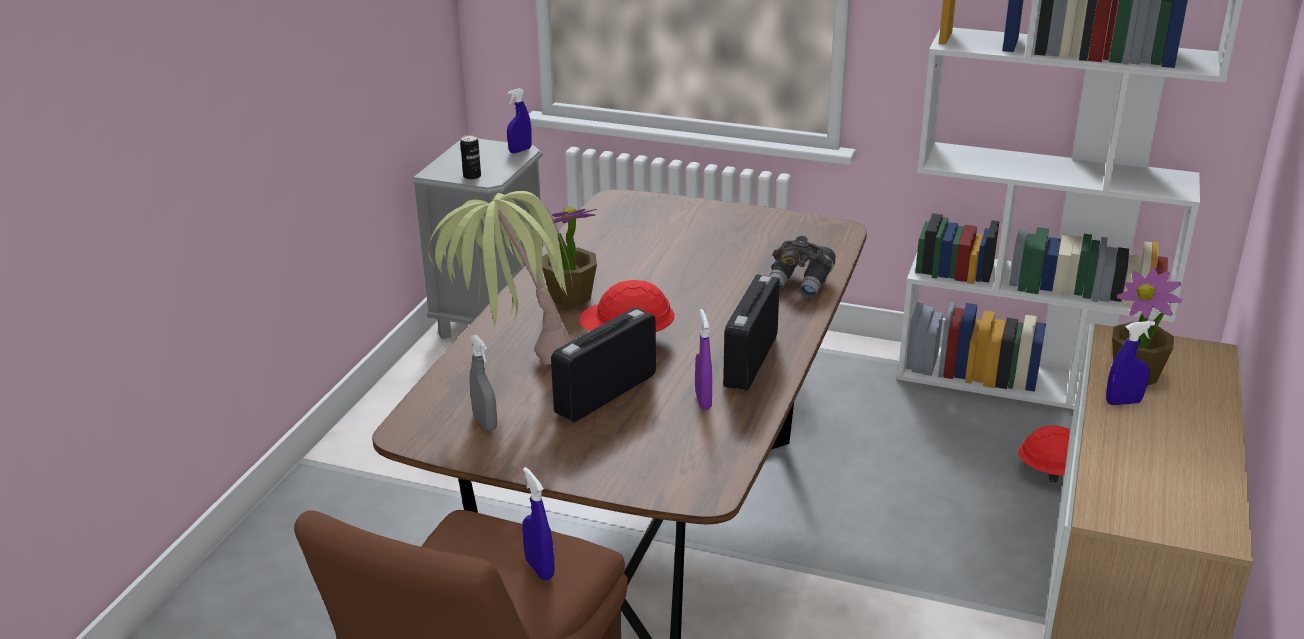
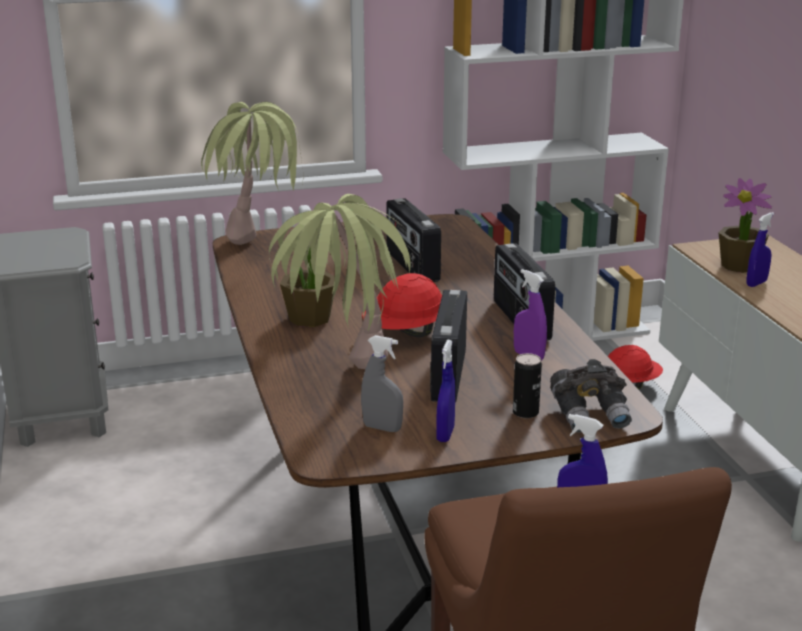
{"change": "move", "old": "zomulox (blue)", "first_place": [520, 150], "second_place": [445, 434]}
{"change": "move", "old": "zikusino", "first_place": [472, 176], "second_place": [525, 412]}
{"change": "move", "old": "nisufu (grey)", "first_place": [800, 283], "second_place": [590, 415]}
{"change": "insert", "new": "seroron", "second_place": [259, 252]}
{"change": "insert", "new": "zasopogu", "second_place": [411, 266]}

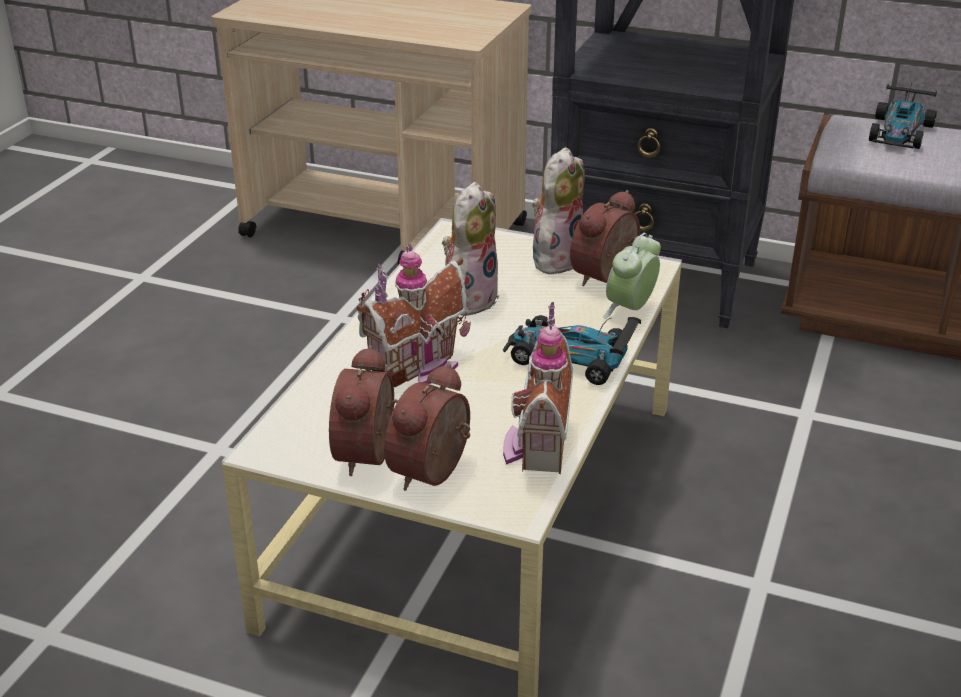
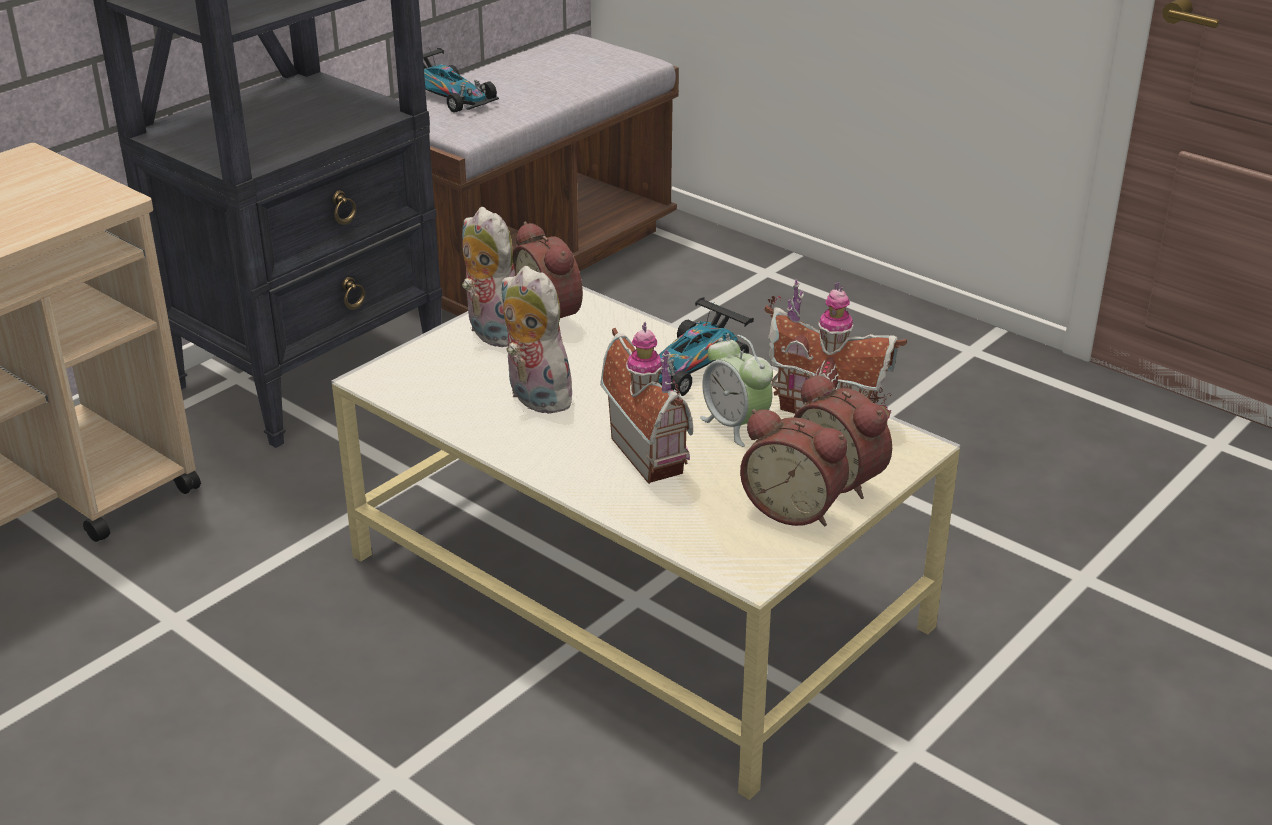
{"change": "move", "old": "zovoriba", "first_place": [630, 309], "second_place": [735, 425]}

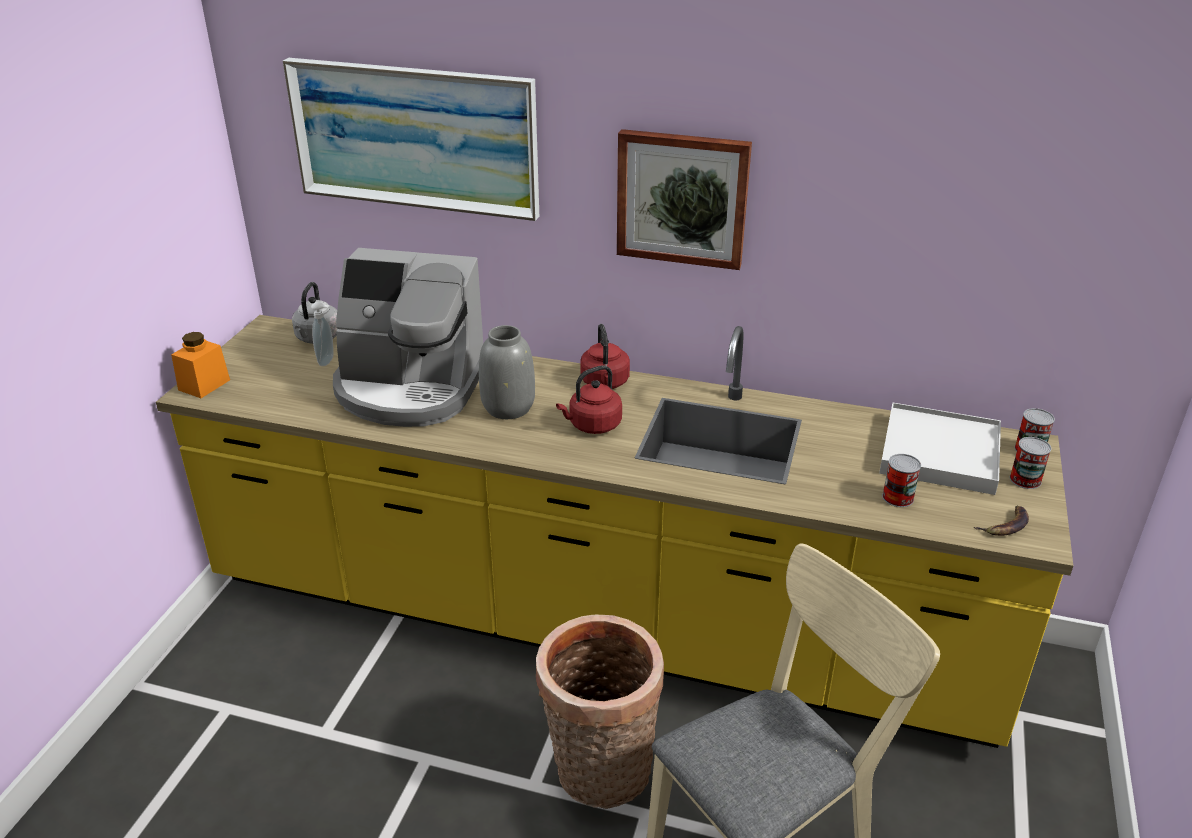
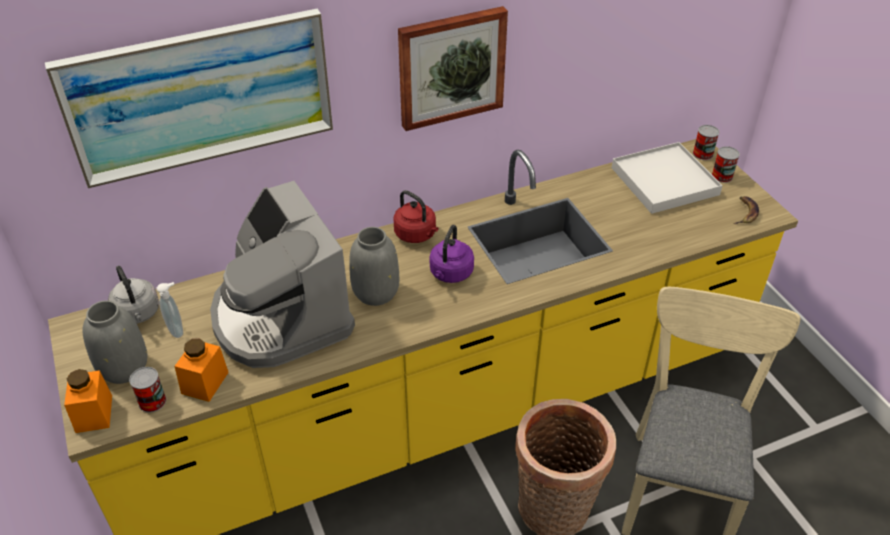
{"change": "rotate", "old": "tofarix", "first_place": [410, 388], "second_place": [280, 317], "degrees": 90}
{"change": "recolor", "old": "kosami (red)", "new": "kosami (purple)", "first_place": [592, 425], "second_place": [450, 274]}
{"change": "move", "old": "zikusino", "first_place": [897, 497], "second_place": [152, 401]}
{"change": "insert", "new": "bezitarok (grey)", "second_place": [123, 368]}
{"change": "insert", "new": "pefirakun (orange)", "second_place": [205, 383]}

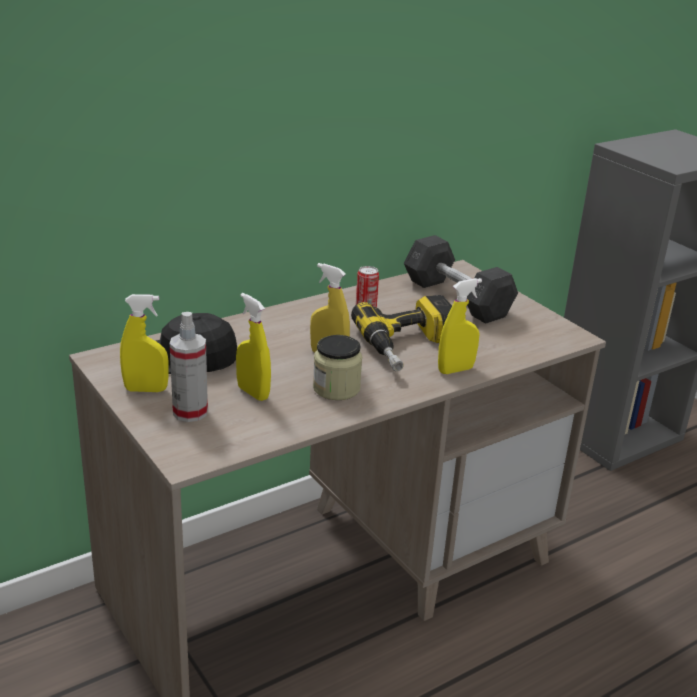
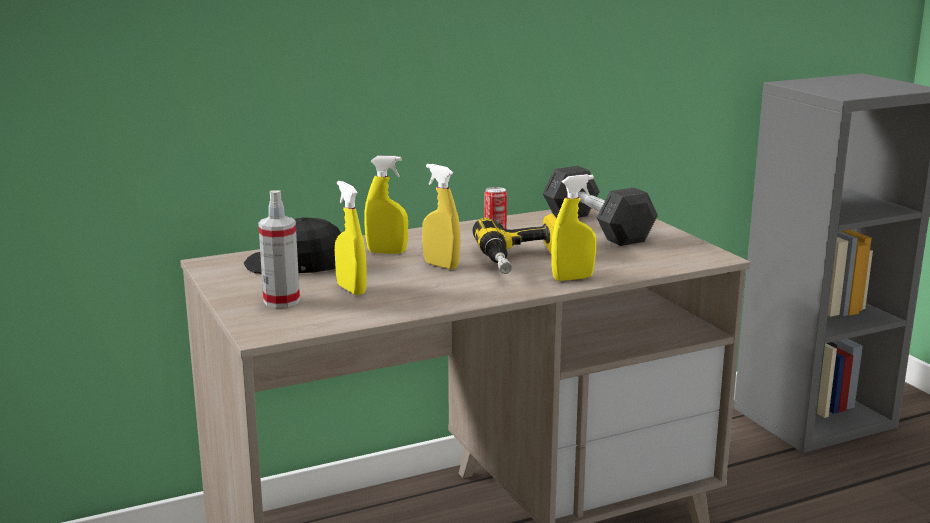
{"change": "move", "old": "zomulox (yellow)", "first_place": [146, 390], "second_place": [387, 252]}
{"change": "delete", "old": "pefirakun", "first_place": [336, 388]}

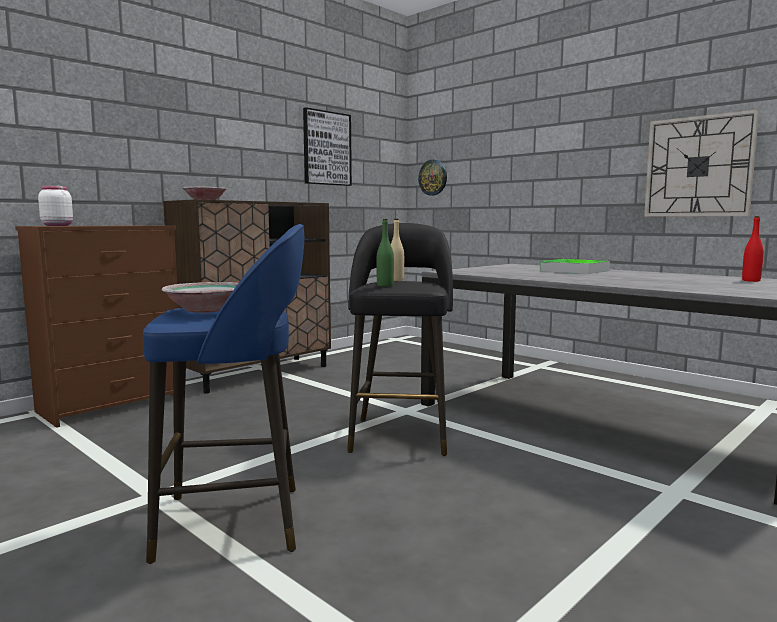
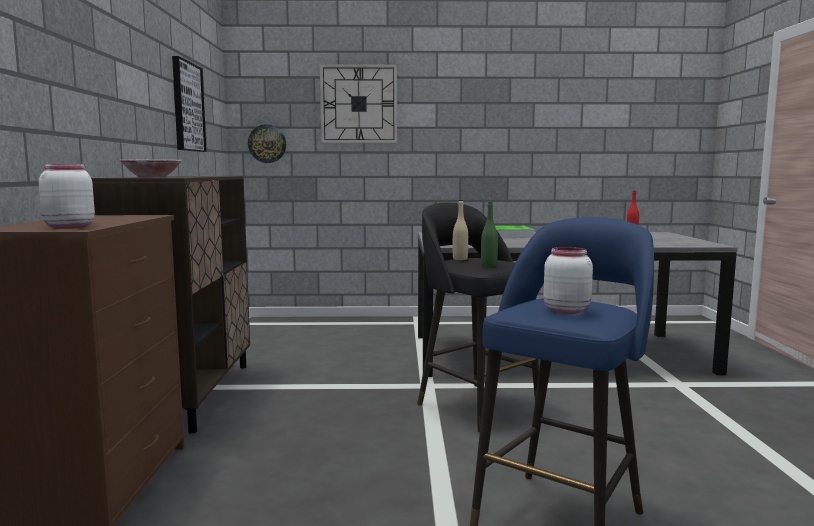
{"change": "move", "old": "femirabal", "first_place": [698, 166], "second_place": [359, 104]}
{"change": "replace", "old": "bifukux", "new": "pefirakun (white)", "first_place": [206, 309], "second_place": [565, 310]}

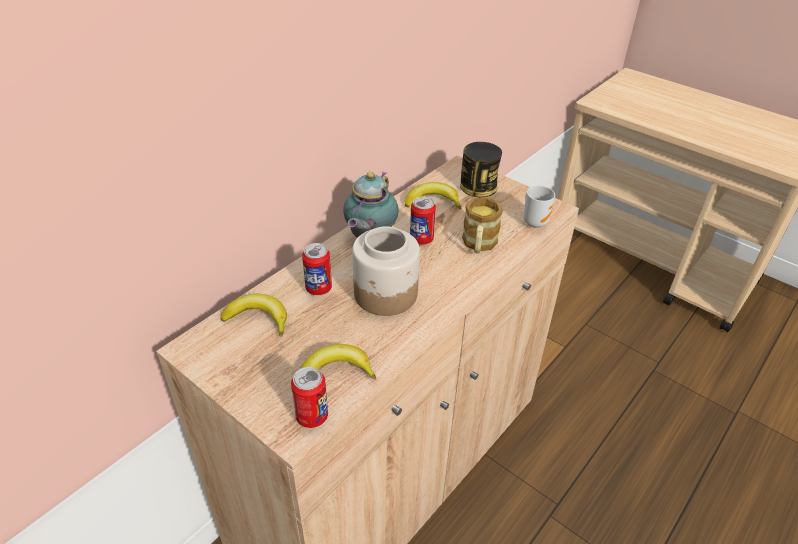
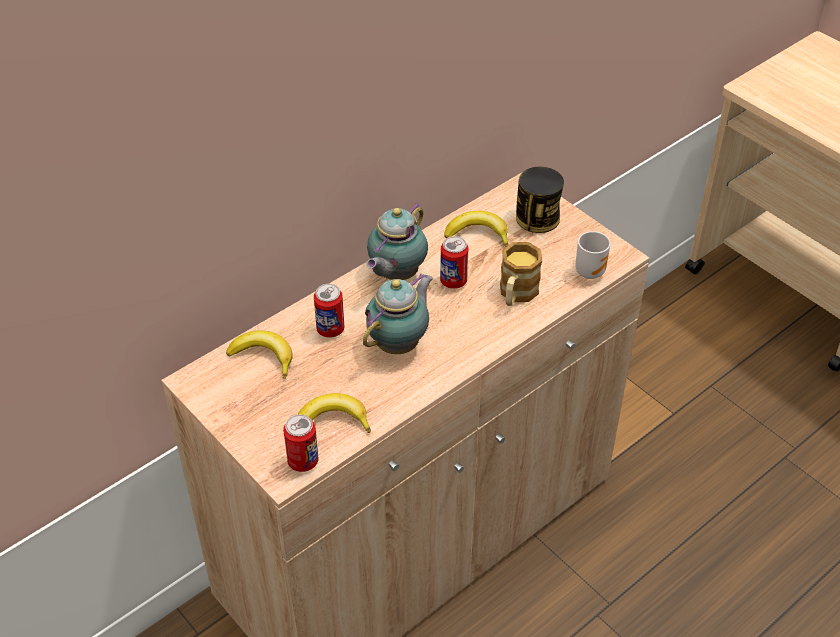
{"change": "replace", "old": "pefirakun", "new": "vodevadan", "first_place": [386, 294], "second_place": [400, 343]}

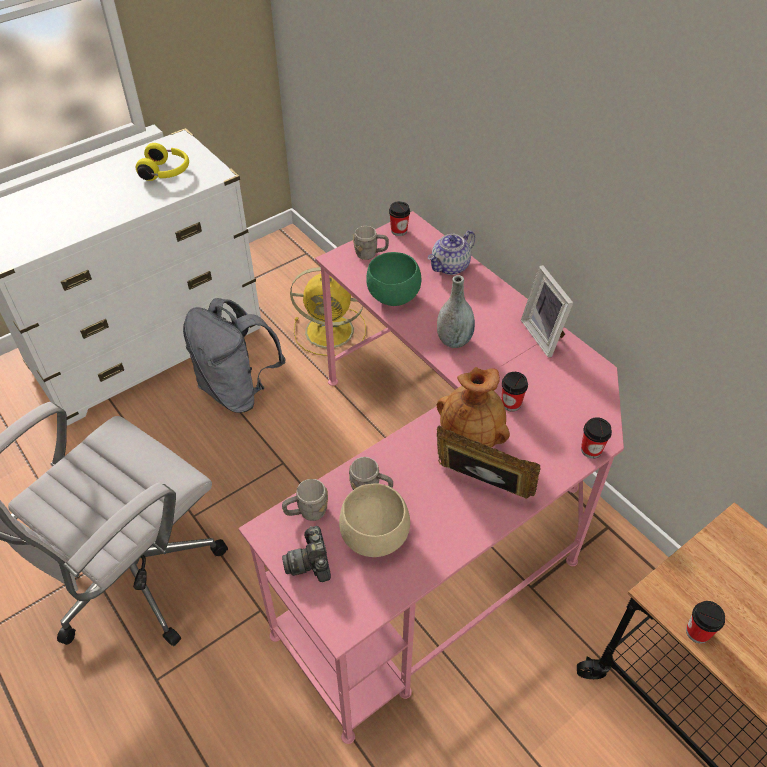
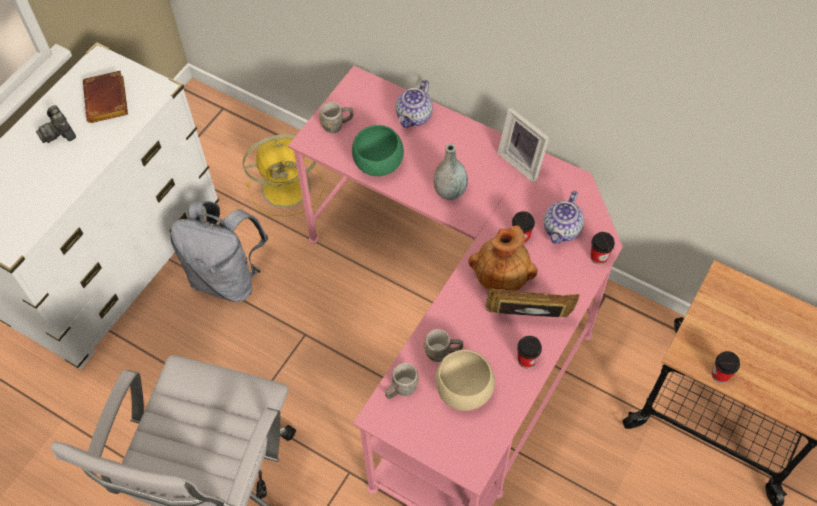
{"change": "replace", "old": "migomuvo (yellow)", "new": "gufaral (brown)", "first_place": [166, 172], "second_place": [108, 101]}
{"change": "move", "old": "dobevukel", "first_place": [399, 231], "second_place": [527, 360]}
{"change": "move", "old": "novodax", "first_place": [310, 562], "second_place": [58, 132]}
{"change": "insert", "new": "vodevadan", "second_place": [562, 230]}

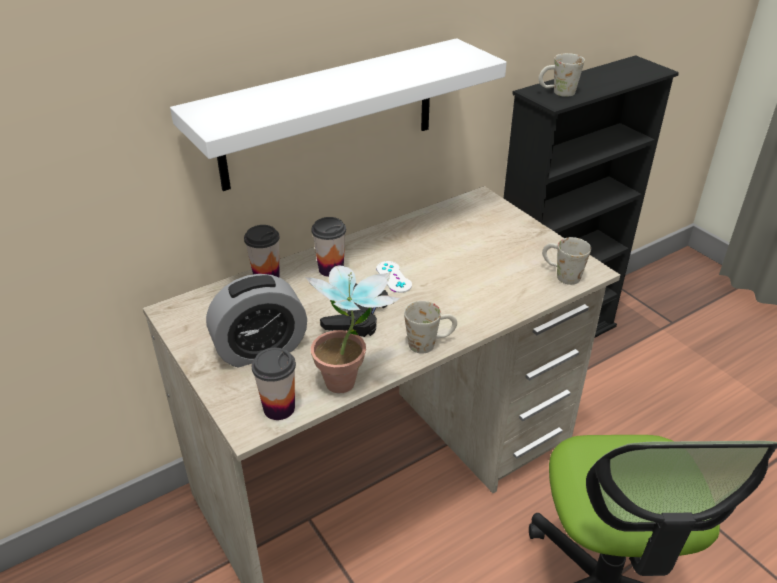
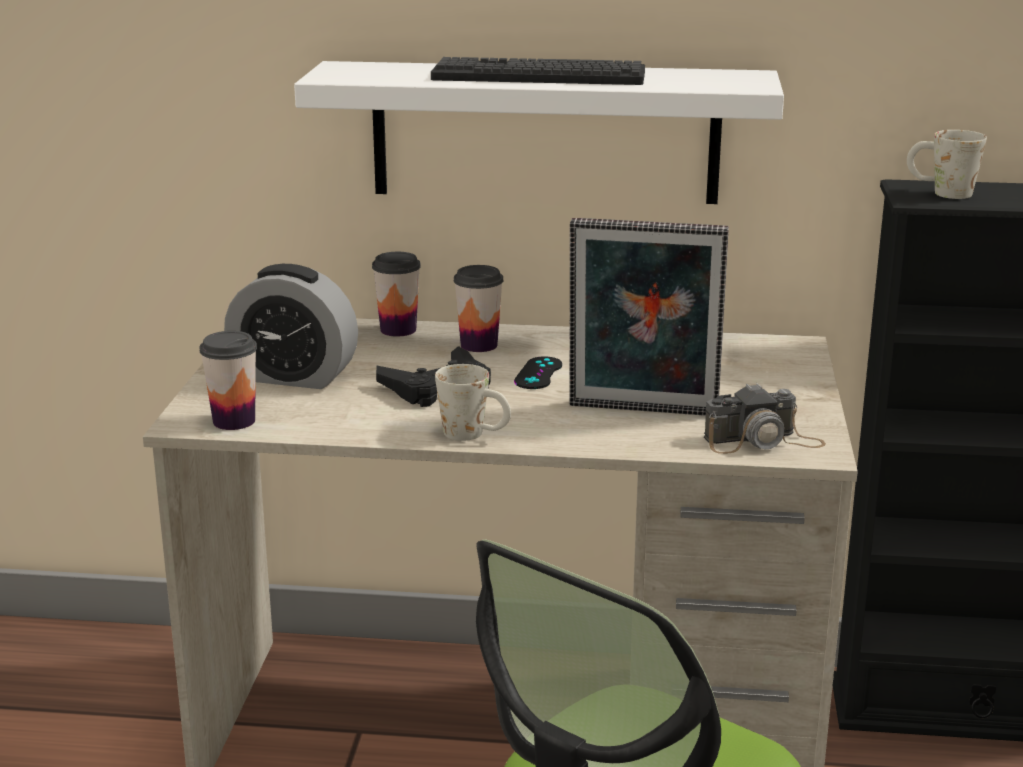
{"change": "replace", "old": "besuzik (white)", "new": "novodax", "first_place": [561, 275], "second_place": [763, 441]}
{"change": "recolor", "old": "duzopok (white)", "new": "duzopok (black)", "first_place": [393, 277], "second_place": [538, 373]}
{"change": "delete", "old": "seroron", "first_place": [352, 382]}
{"change": "insert", "new": "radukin", "second_place": [539, 76]}
{"change": "insert", "new": "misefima", "second_place": [642, 412]}

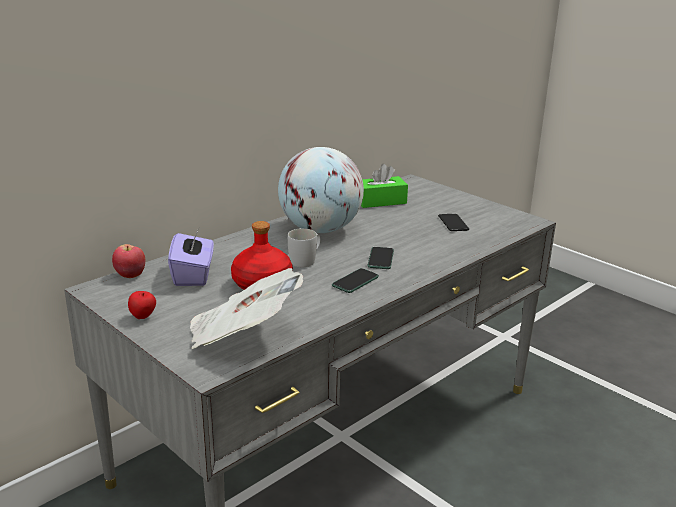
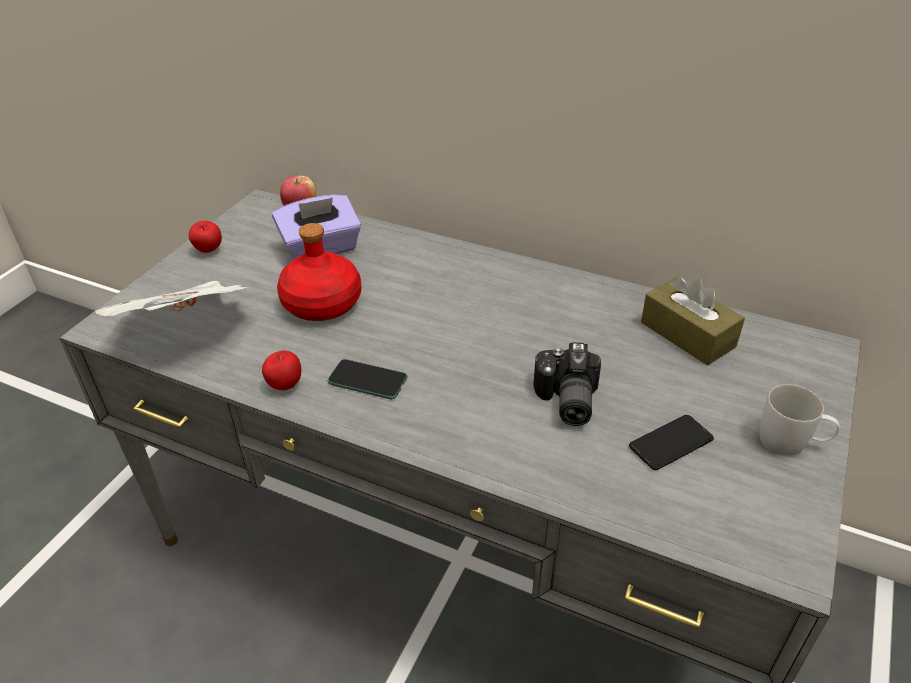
{"change": "delete", "old": "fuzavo", "first_place": [320, 230]}
{"change": "recolor", "old": "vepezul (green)", "new": "vepezul (brown)", "first_place": [380, 201], "second_place": [687, 334]}
{"change": "move", "old": "besuzik (white)", "first_place": [306, 260], "second_place": [791, 443]}
{"change": "delete", "old": "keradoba", "first_place": [380, 259]}
{"change": "insert", "new": "novodax", "second_place": [564, 401]}
{"change": "insert", "new": "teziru", "second_place": [285, 385]}

